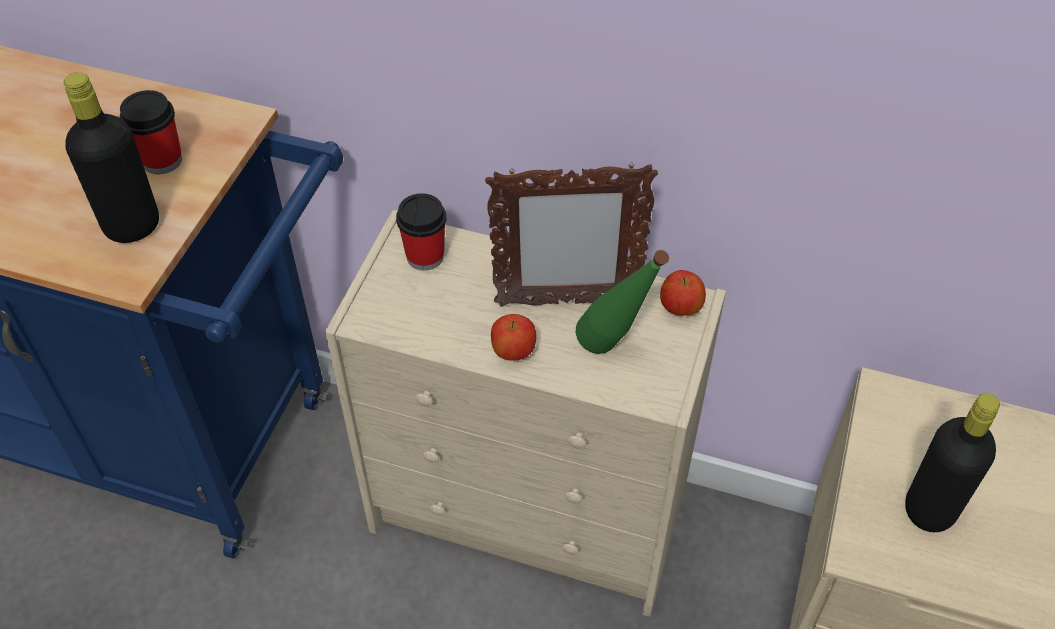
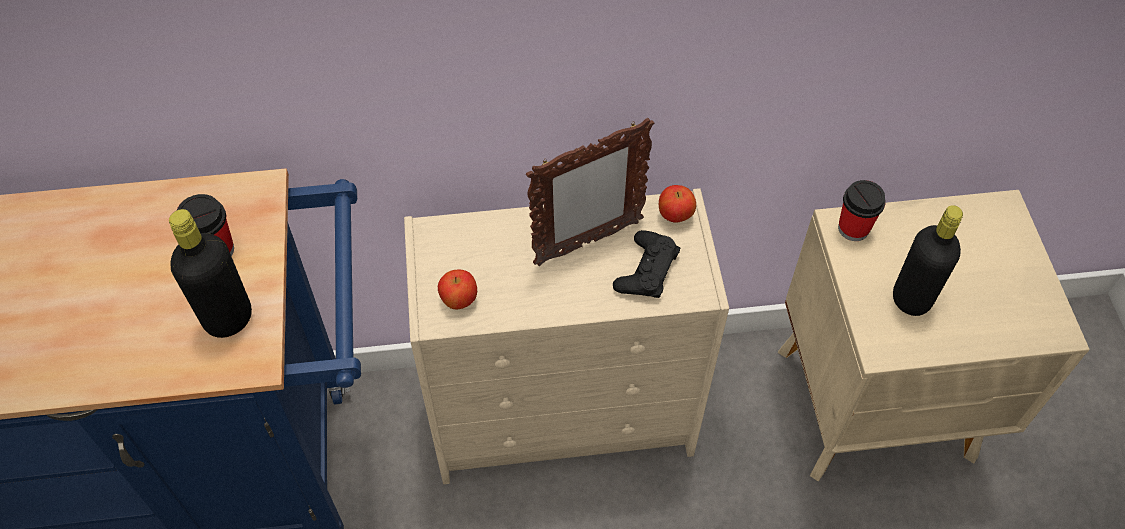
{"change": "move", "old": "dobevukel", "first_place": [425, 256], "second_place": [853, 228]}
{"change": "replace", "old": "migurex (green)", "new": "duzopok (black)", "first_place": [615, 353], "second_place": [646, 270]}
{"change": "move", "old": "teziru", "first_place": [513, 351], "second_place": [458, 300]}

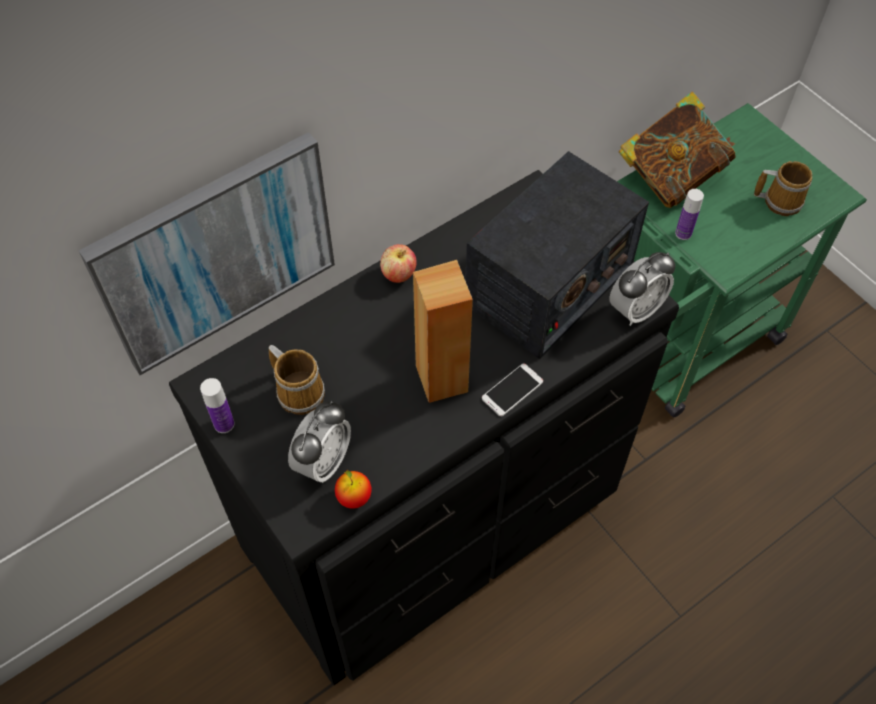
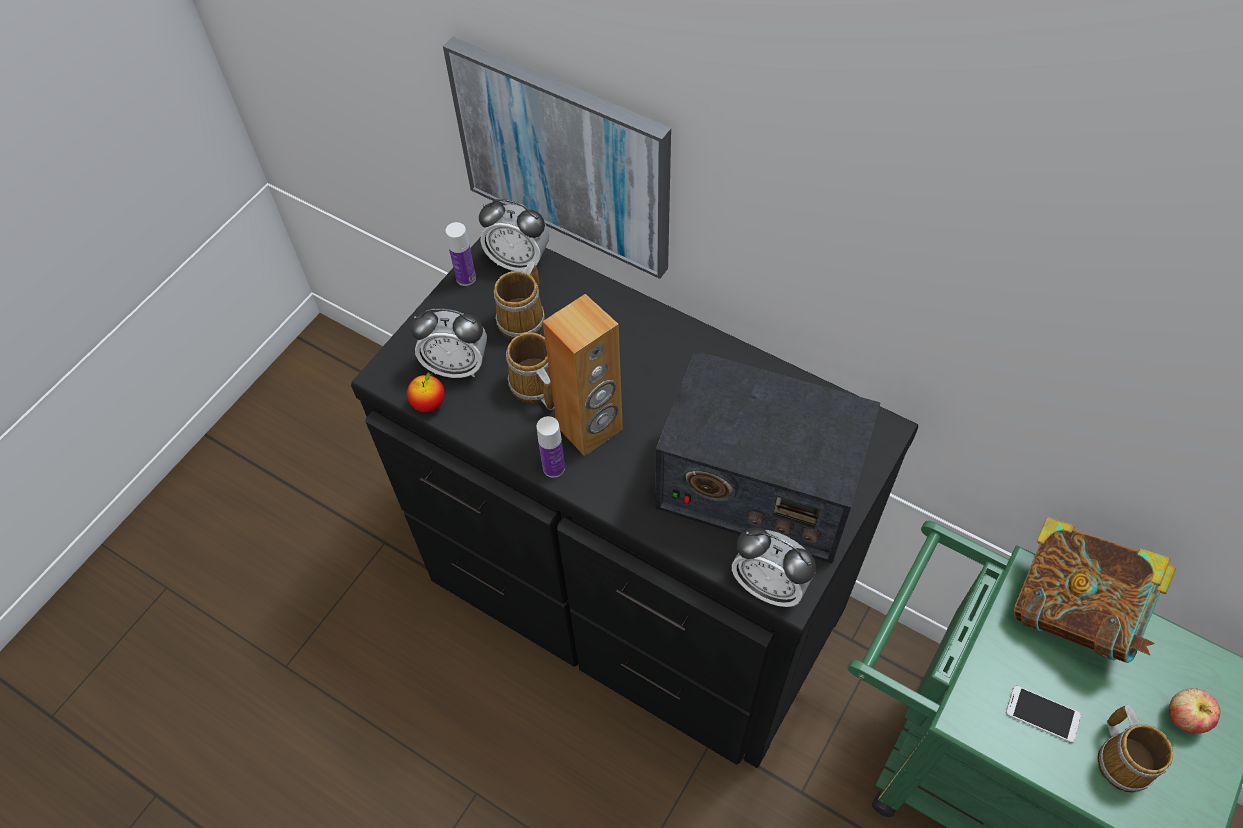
{"change": "move", "old": "migurex", "first_place": [683, 233], "second_place": [554, 467]}
{"change": "move", "old": "teziru", "first_place": [398, 274], "second_place": [1184, 717]}
{"change": "move", "old": "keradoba", "first_place": [512, 390], "second_place": [1043, 714]}
{"change": "insert", "new": "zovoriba", "second_place": [518, 261]}
{"change": "insert", "new": "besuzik", "second_place": [534, 386]}

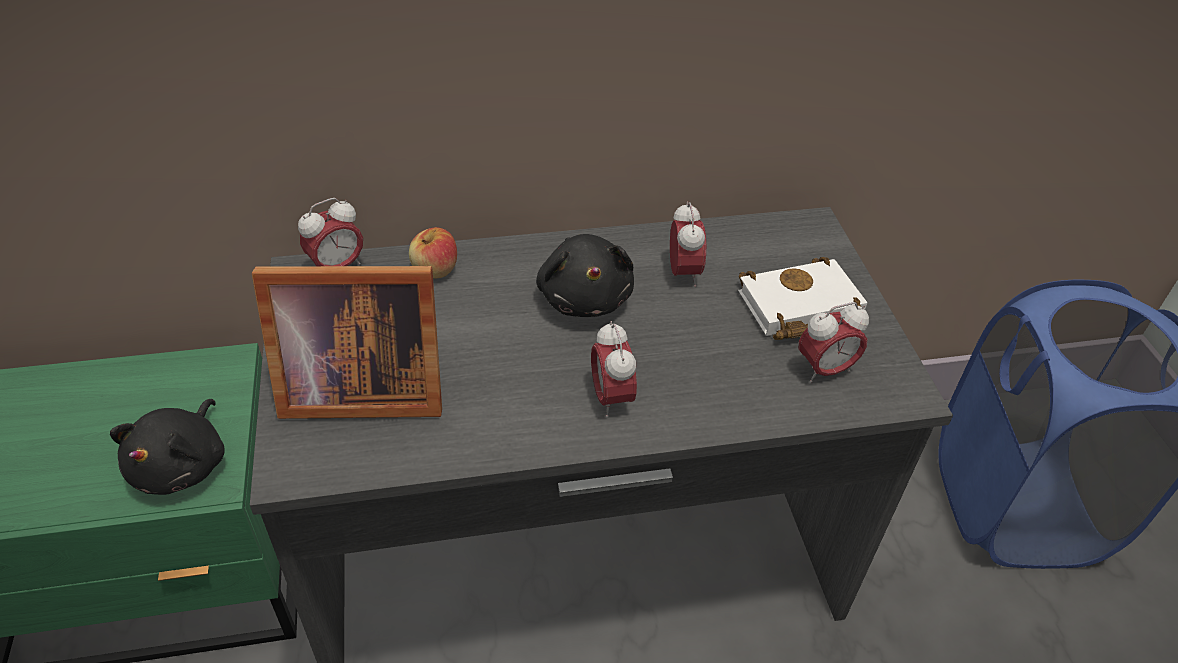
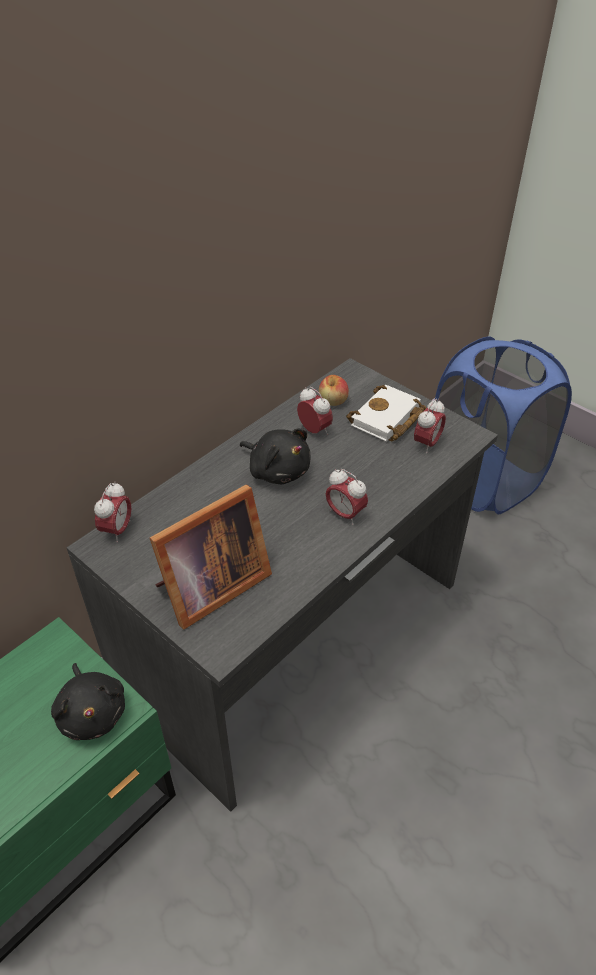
{"change": "move", "old": "teziru", "first_place": [435, 269], "second_place": [333, 401]}

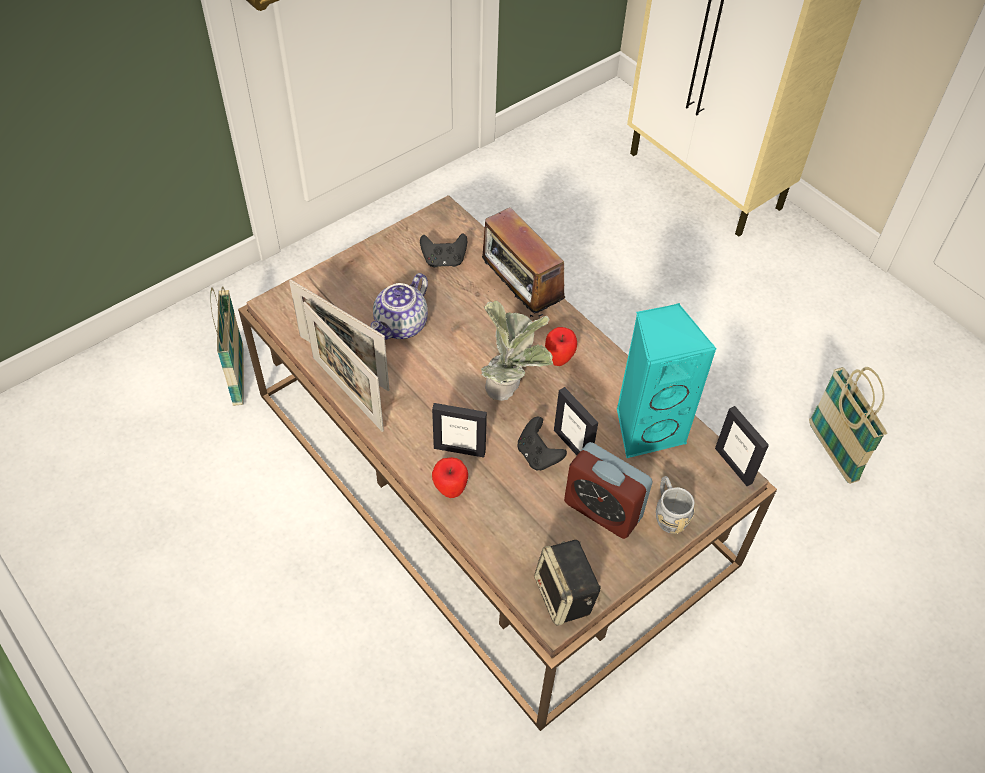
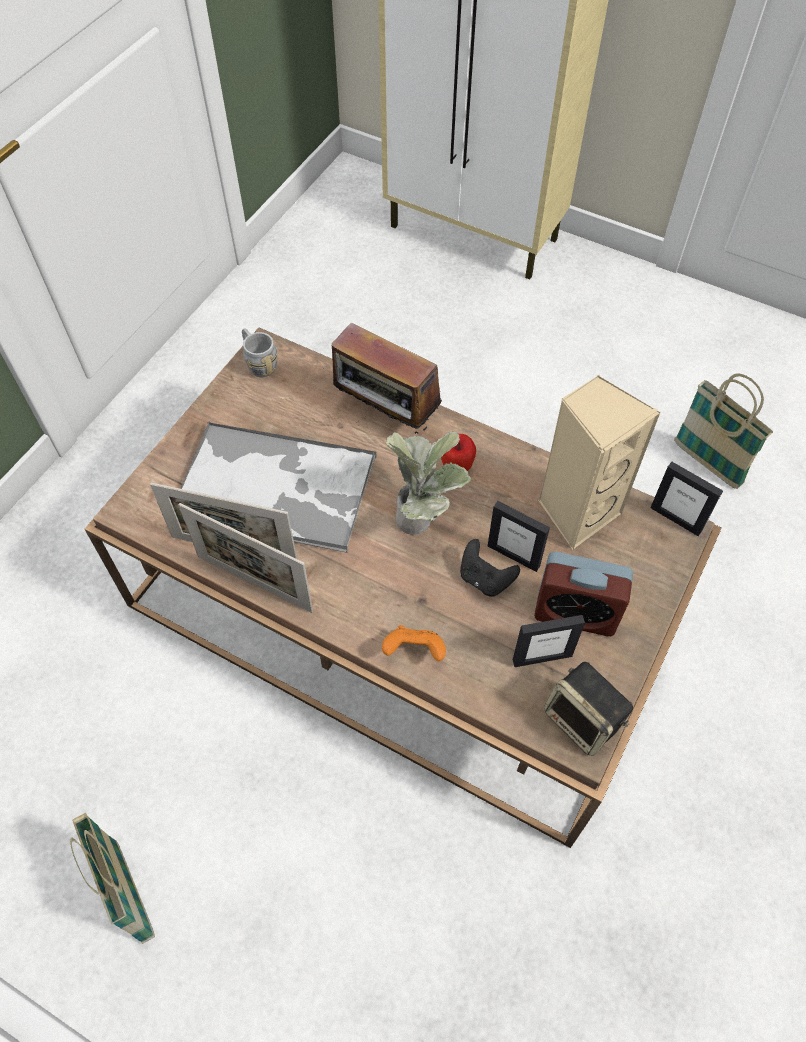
{"change": "delete", "old": "duzopok (black)", "first_place": [444, 261]}
{"change": "replace", "old": "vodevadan", "new": "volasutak", "first_place": [401, 326], "second_place": [277, 487]}
{"change": "move", "old": "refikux", "first_place": [238, 376], "second_place": [130, 891]}
{"change": "recolor", "old": "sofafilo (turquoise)", "new": "sofafilo (beige)", "first_place": [647, 428], "second_place": [577, 511]}
{"change": "move", "old": "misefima", "first_place": [459, 449], "second_place": [542, 657]}
{"change": "replace", "old": "teziru", "new": "duzopok (orange)", "first_place": [450, 490], "second_place": [414, 651]}
{"change": "move", "old": "besuzik (grey)", "first_place": [668, 514], "second_place": [259, 363]}

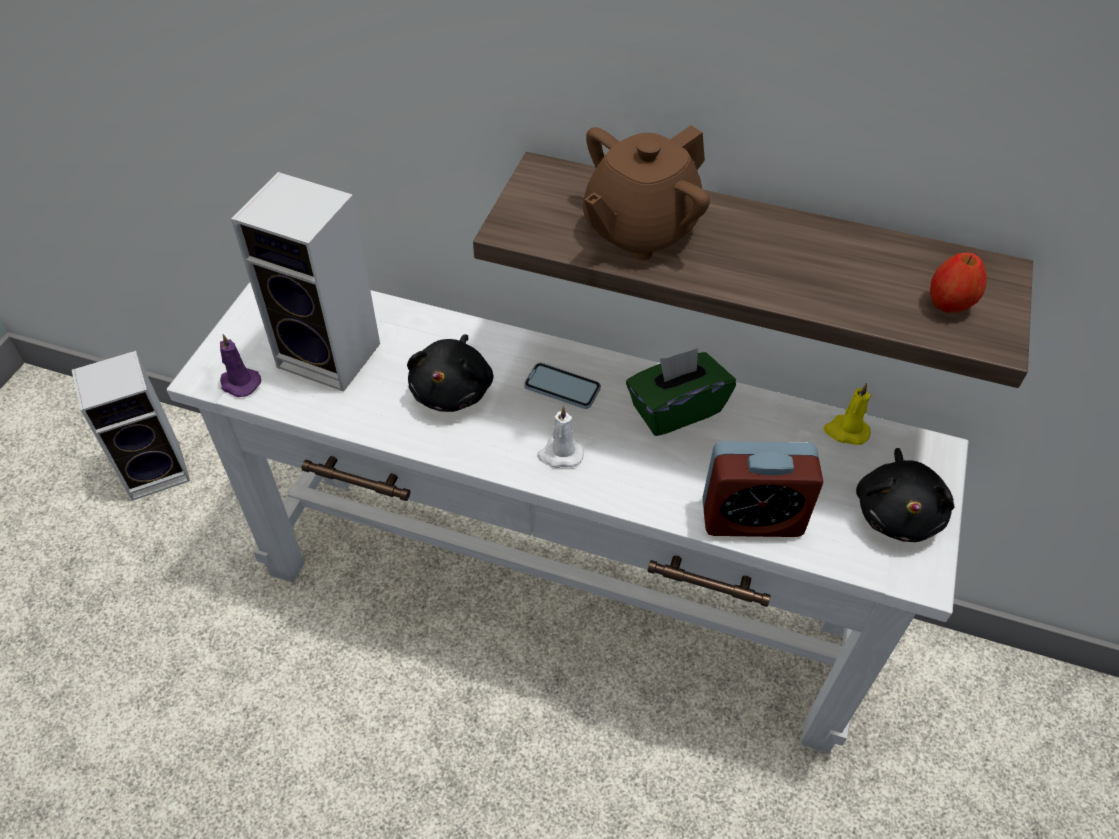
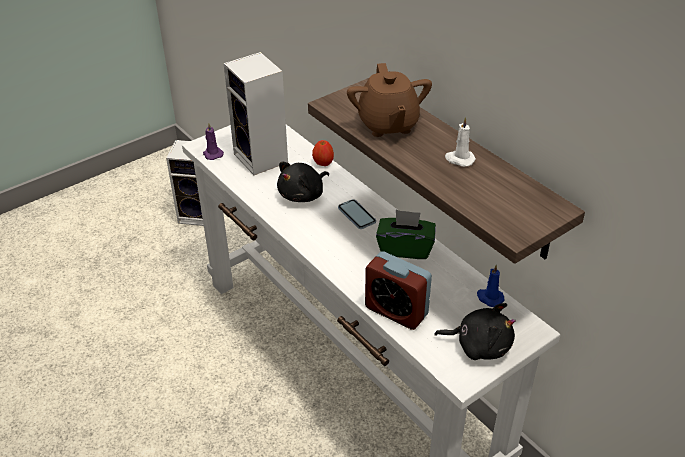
{"change": "rotate", "old": "vodevadan (brown)", "first_place": [639, 230], "second_place": [388, 124], "degrees": -90}
{"change": "move", "old": "teziru", "first_place": [948, 305], "second_place": [323, 163]}
{"change": "recolor", "old": "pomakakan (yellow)", "new": "pomakakan (blue)", "first_place": [845, 431], "second_place": [489, 298]}
{"change": "move", "old": "pomakakan (white)", "first_place": [560, 454], "second_place": [459, 159]}
{"change": "rotate", "old": "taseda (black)", "first_place": [897, 512], "second_place": [479, 345], "degrees": -120}

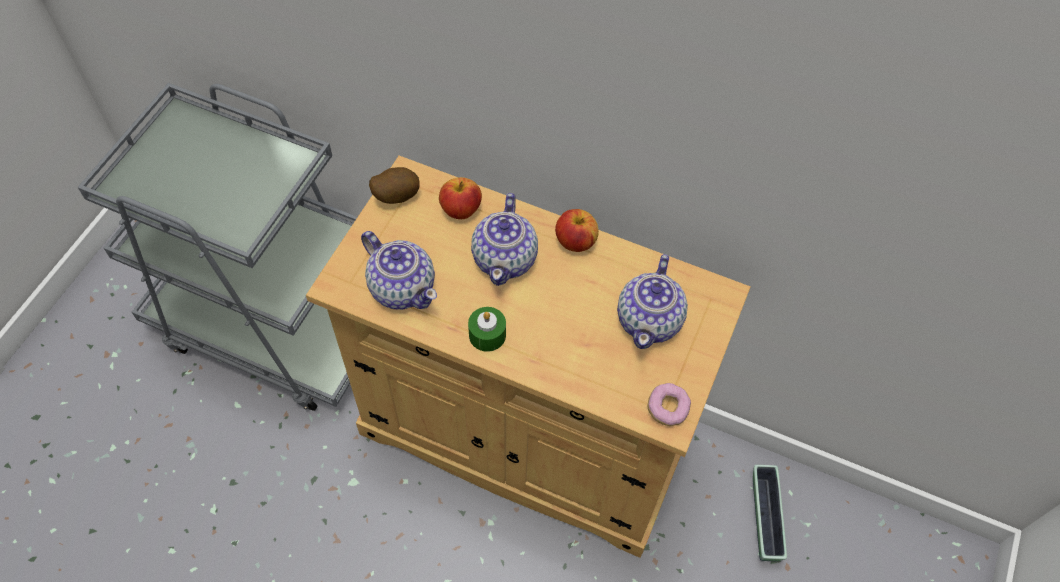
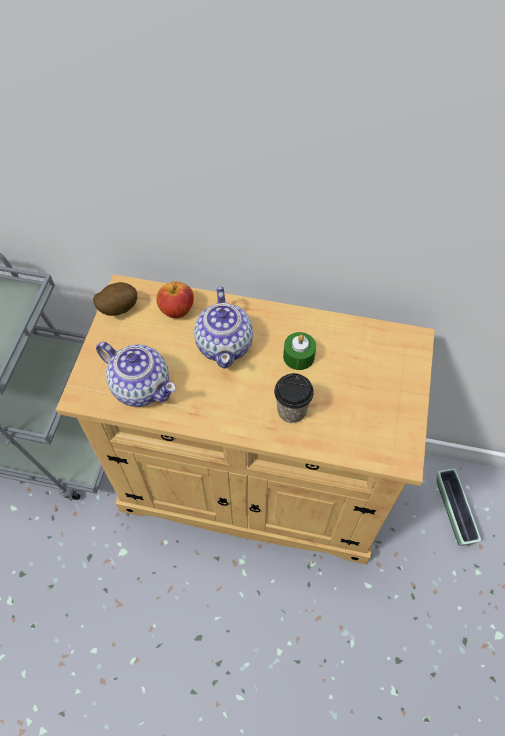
{"change": "delete", "old": "teziru", "first_place": [575, 242]}
{"change": "delete", "old": "vodevadan", "first_place": [650, 320]}
{"change": "move", "old": "pomakakan (green)", "first_place": [487, 335], "second_place": [298, 356]}
{"change": "delete", "old": "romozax", "first_place": [667, 409]}
{"change": "insert", "new": "dobevukel", "second_place": [291, 410]}

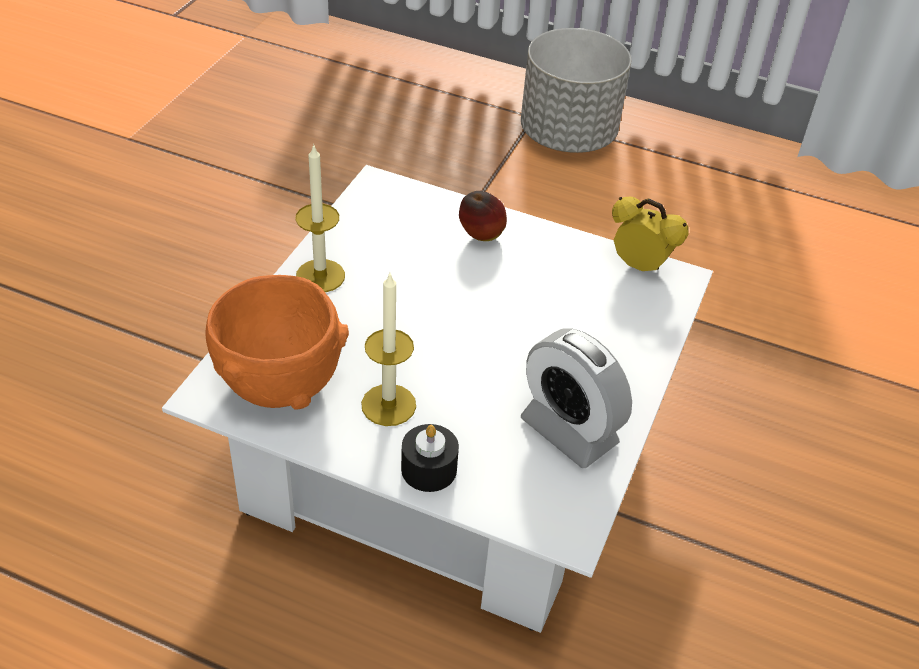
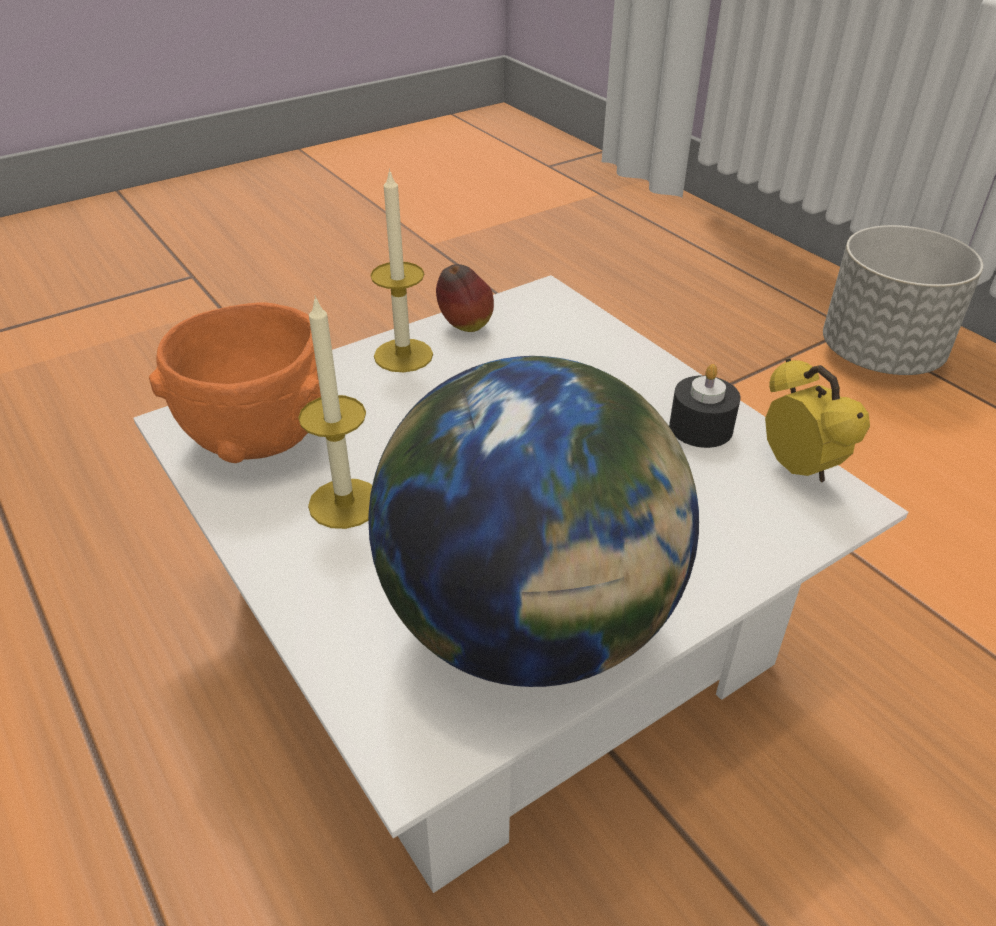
{"change": "move", "old": "teziru", "first_place": [481, 237], "second_place": [464, 327]}
{"change": "replace", "old": "zovoriba", "new": "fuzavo", "first_place": [569, 431], "second_place": [530, 625]}
{"change": "move", "old": "pomakakan (black)", "first_place": [429, 469], "second_place": [701, 427]}

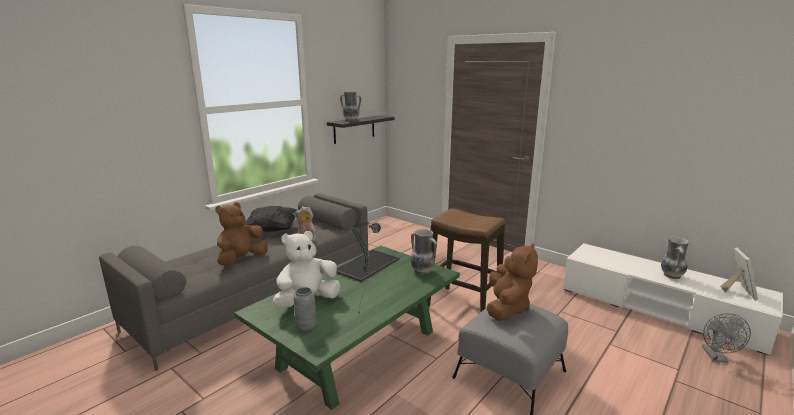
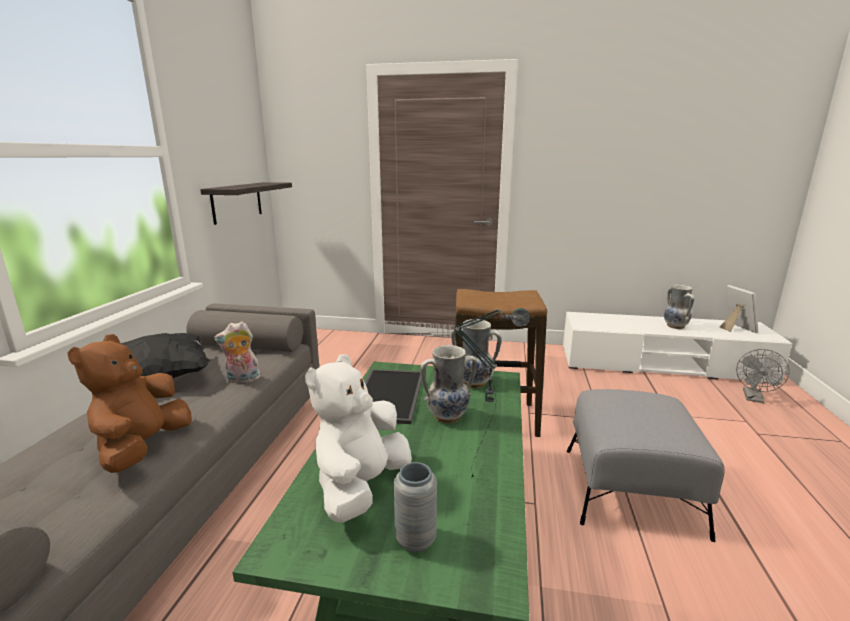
{"change": "move", "old": "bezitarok", "first_place": [351, 120], "second_place": [447, 417]}
{"change": "delete", "old": "taseda (brown)", "first_place": [507, 308]}
{"change": "rotate", "old": "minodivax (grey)", "first_place": [717, 358], "second_place": [754, 398], "degrees": 45}

